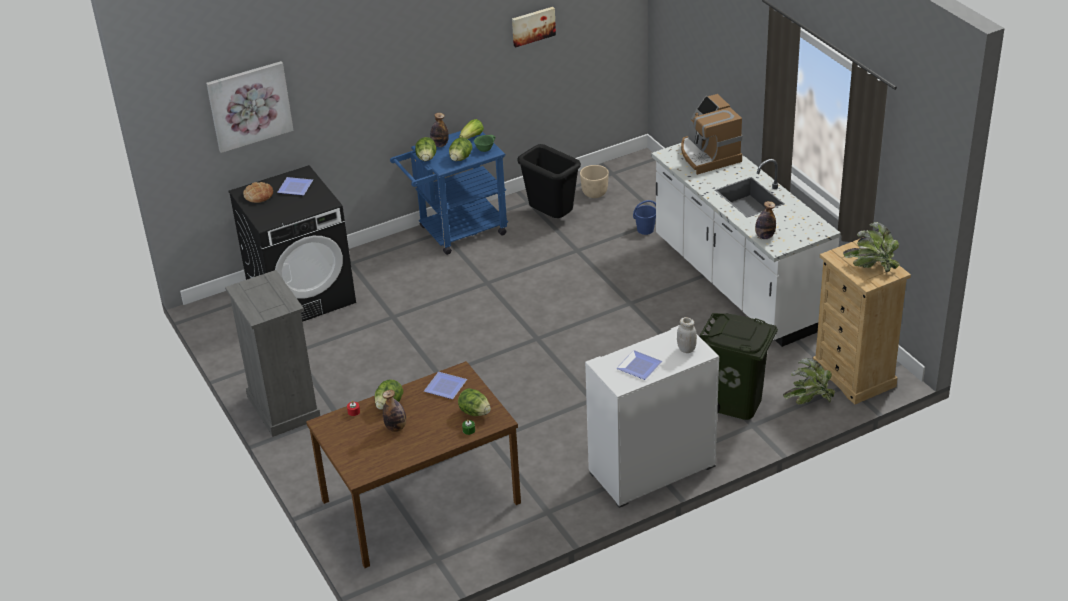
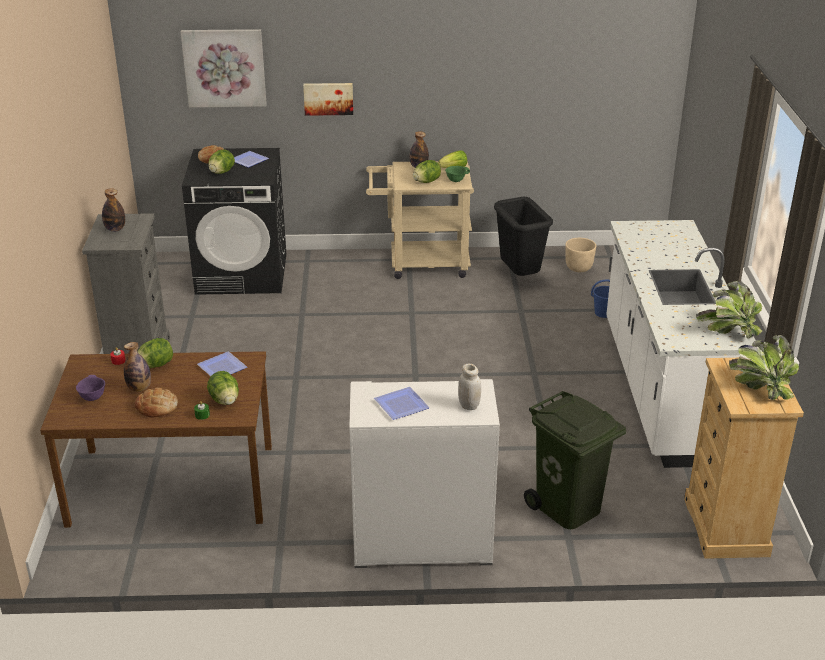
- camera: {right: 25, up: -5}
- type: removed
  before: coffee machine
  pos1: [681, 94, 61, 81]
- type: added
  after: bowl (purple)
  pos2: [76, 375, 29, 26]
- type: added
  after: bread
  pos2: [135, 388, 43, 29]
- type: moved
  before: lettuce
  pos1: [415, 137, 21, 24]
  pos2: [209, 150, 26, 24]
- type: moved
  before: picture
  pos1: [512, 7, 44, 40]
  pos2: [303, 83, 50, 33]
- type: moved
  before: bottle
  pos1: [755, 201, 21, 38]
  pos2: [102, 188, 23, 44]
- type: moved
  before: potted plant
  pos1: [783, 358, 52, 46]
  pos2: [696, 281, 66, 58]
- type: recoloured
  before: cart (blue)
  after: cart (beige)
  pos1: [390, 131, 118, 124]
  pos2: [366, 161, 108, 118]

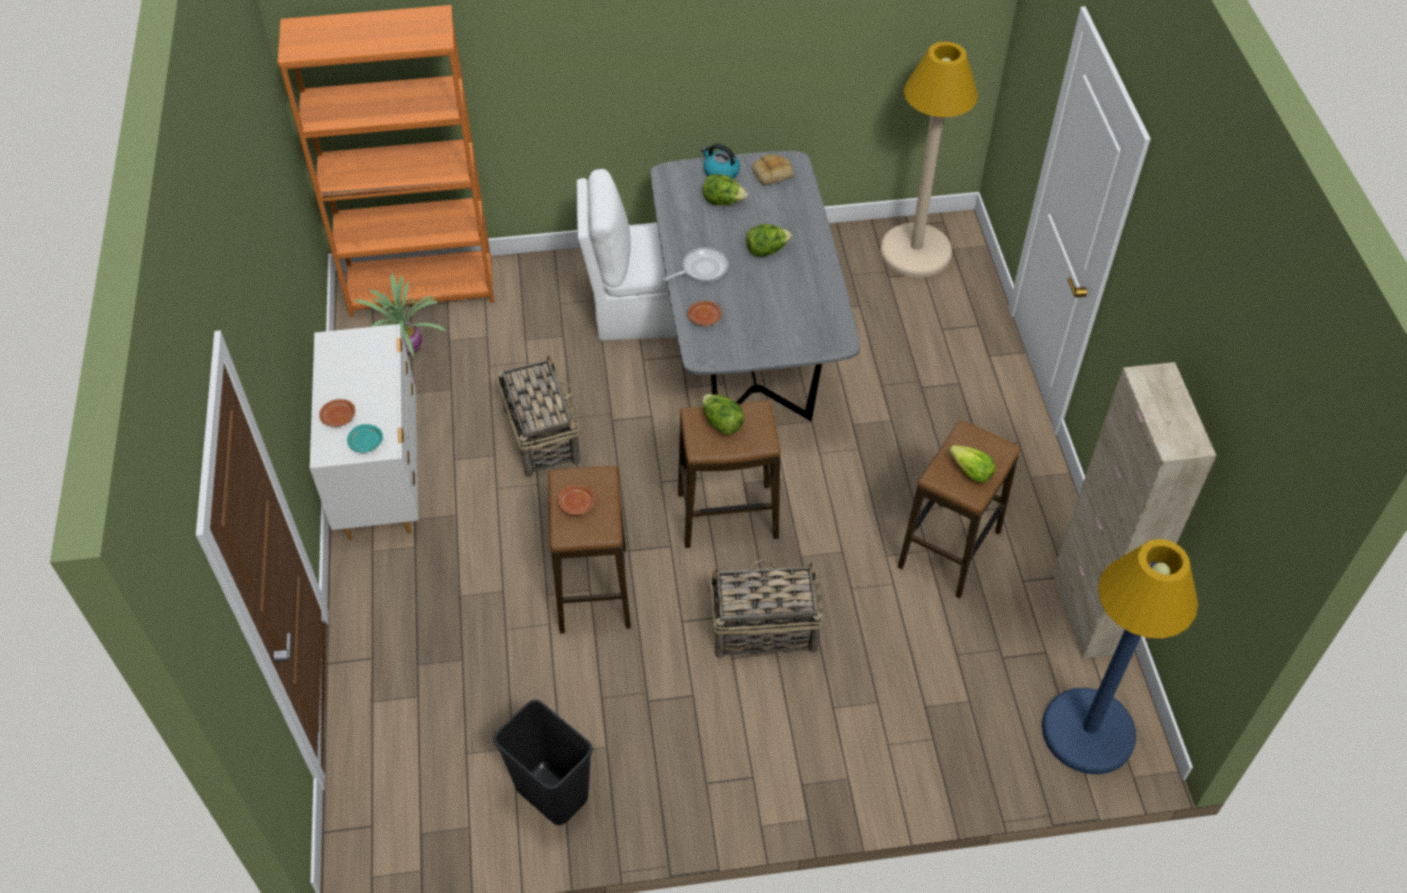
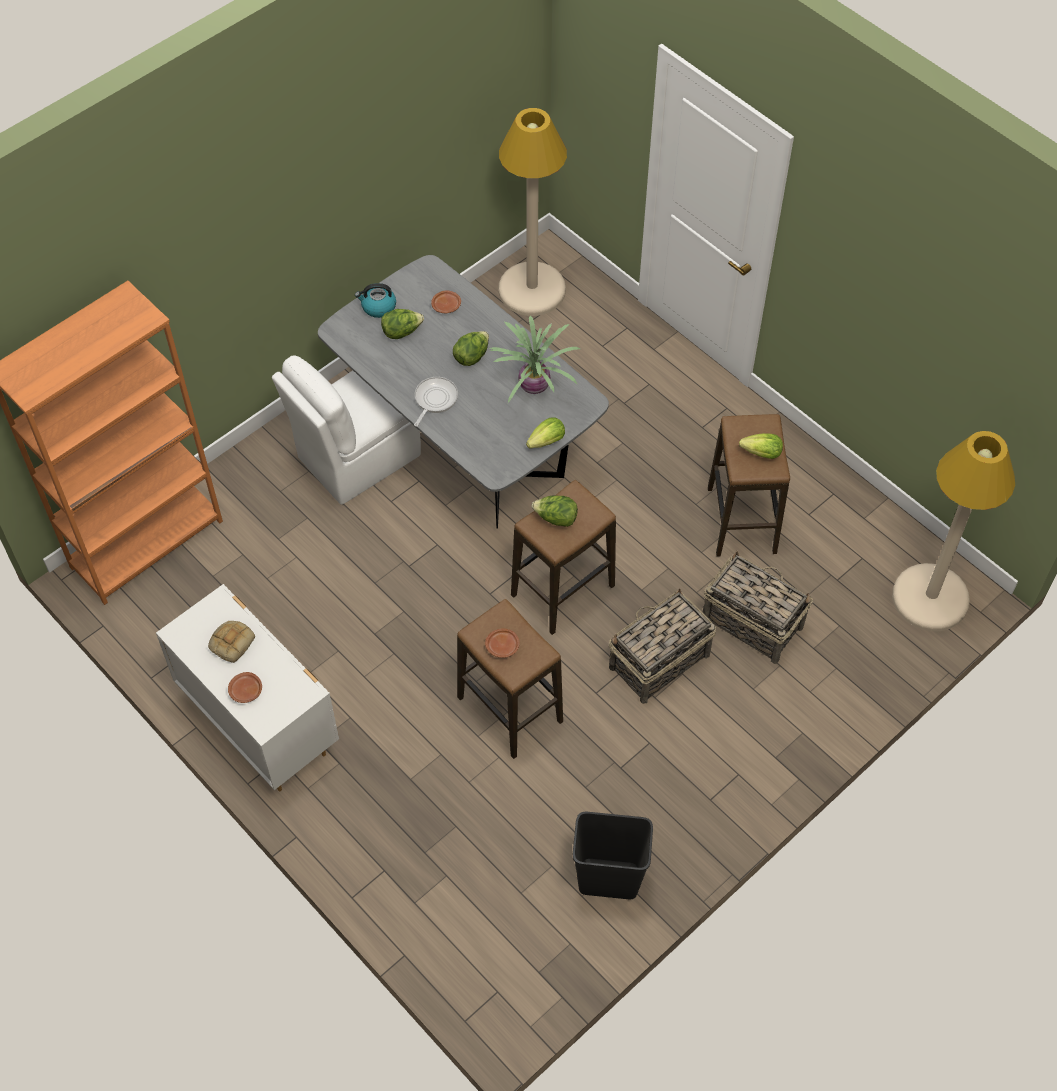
- camera: {right: -35, up: 5}
- type: removed
  before: plate (turquoise)
  pos1: [347, 424, 36, 29]
- type: removed
  before: cabinet (beige)
  pos1: [1052, 362, 165, 297]
- type: added
  after: lettuce
  pos2: [526, 417, 39, 32]
- type: moved
  before: potted plant
  pos1: [354, 274, 93, 84]
  pos2: [489, 316, 91, 87]
- type: moved
  before: basket
  pos1: [497, 354, 84, 123]
  pos2: [703, 551, 110, 113]
- type: moved
  before: plate (brown)
  pos1: [688, 301, 34, 25]
  pos2: [431, 290, 30, 23]
- type: moved
  before: bread
  pos1: [752, 154, 42, 32]
  pos2: [208, 621, 47, 42]
- type: recoloured
  before: floor lamp (blue)
  after: floor lamp (beige)
  pos1: [1042, 539, 156, 236]
  pos2: [892, 431, 123, 200]

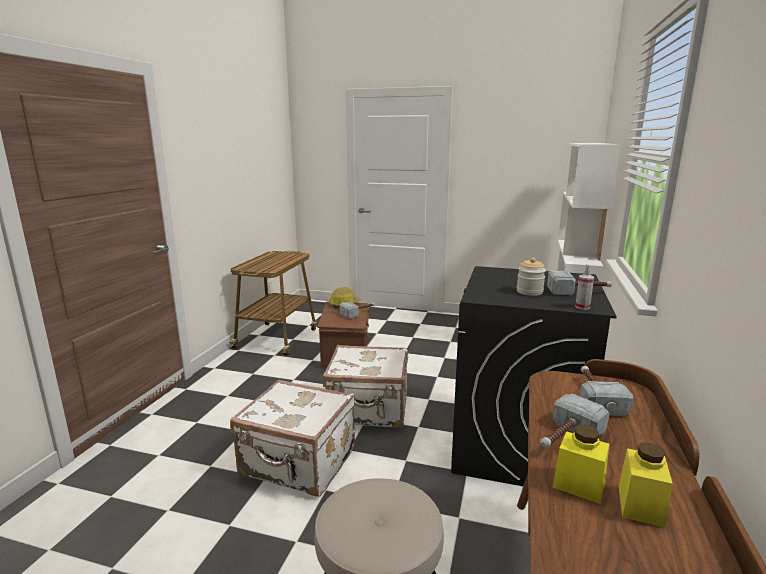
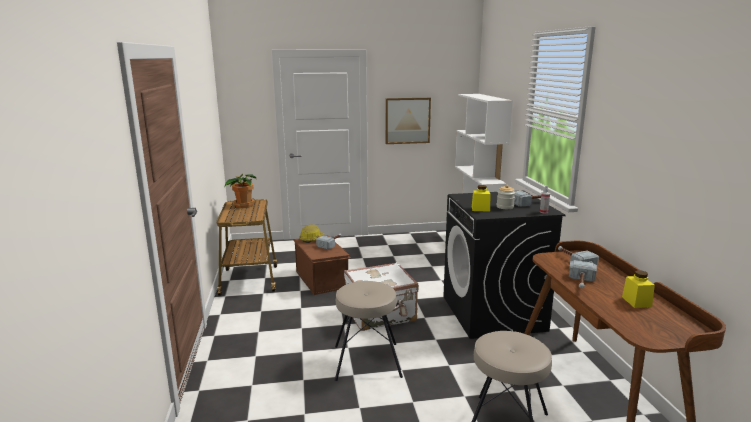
- camera: {right: -25, up: 0}
- type: added
  after: potted plant
  pos2: [224, 174, 32, 34]
- type: added
  after: picture
  pos2: [385, 98, 46, 46]
- type: moved
  before: jar (yellow)
  pos1: [552, 425, 57, 79]
  pos2: [472, 185, 19, 27]
- type: replaced
  before: suitcase (white)
  after: stool (beige)
  pos1: [230, 380, 125, 117]
  pos2: [335, 281, 68, 100]

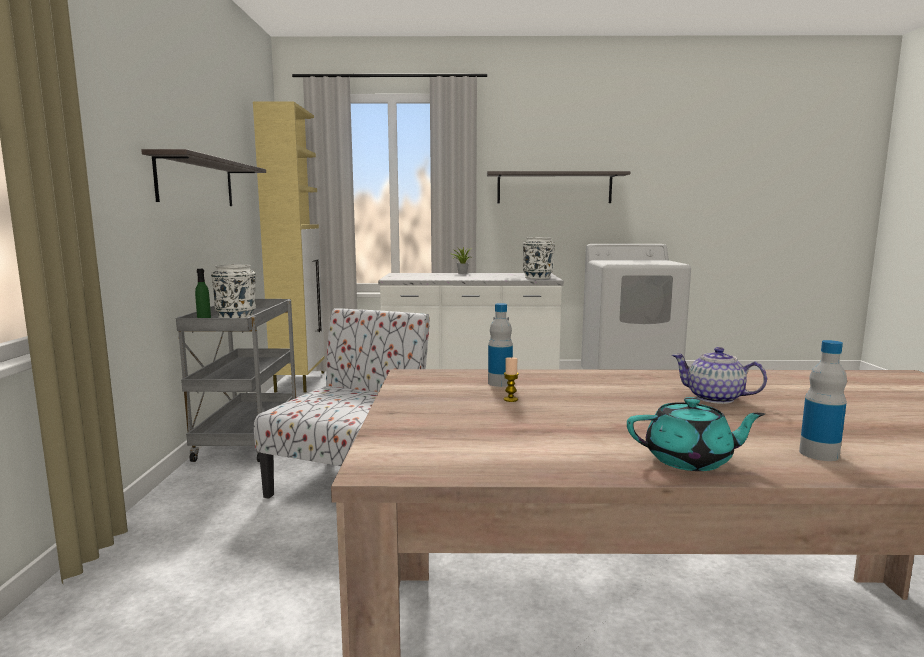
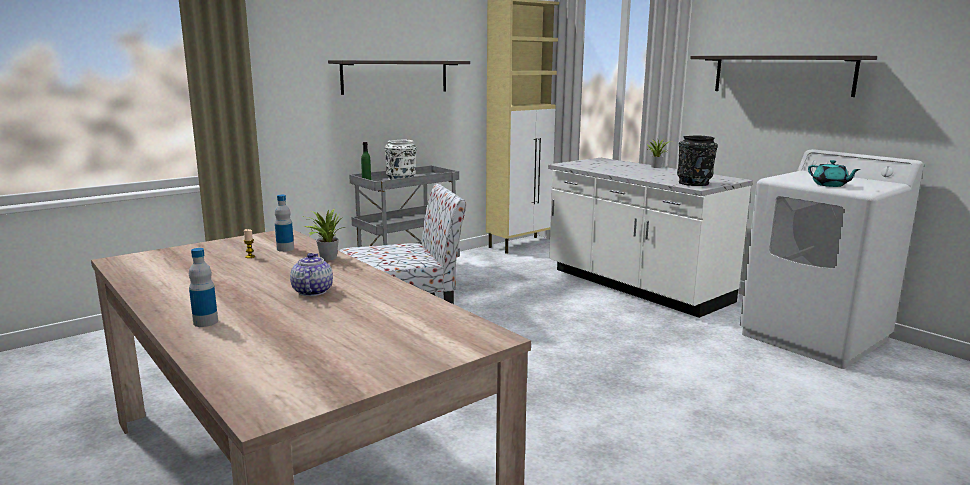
- camera: {right: 50, up: 5}
- type: added
  after: potted plant
  pos2: [304, 209, 42, 51]
- type: moved
  before: teapot (turquoise)
  pos1: [627, 397, 138, 74]
  pos2: [808, 160, 53, 27]
- type: recoloured
  before: vase (white)
  after: vase (black)
  pos1: [523, 237, 32, 42]
  pos2: [677, 135, 41, 51]

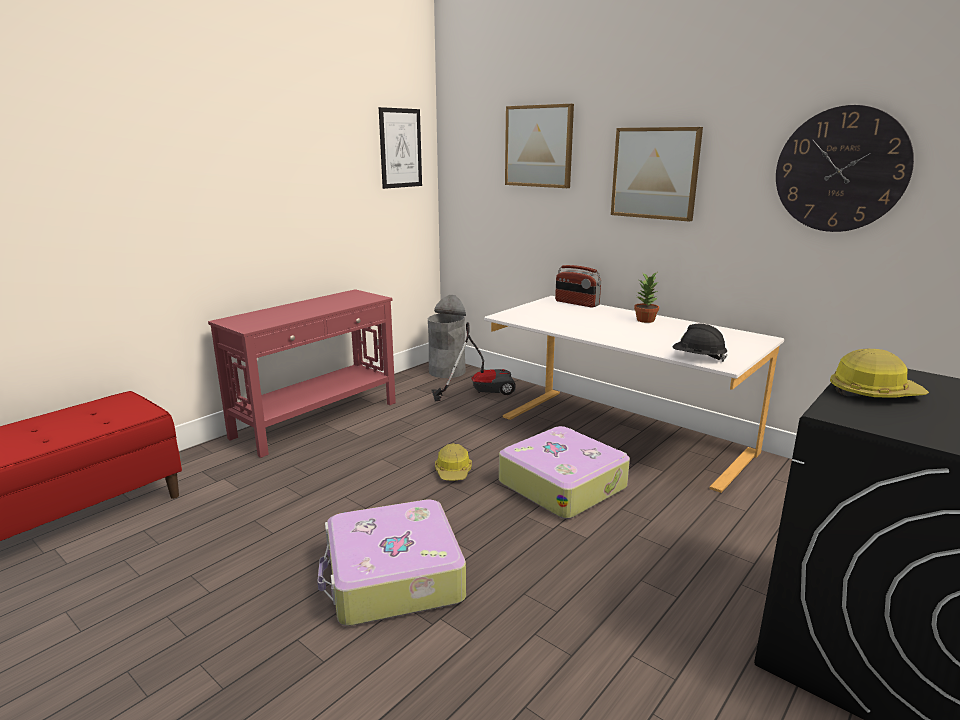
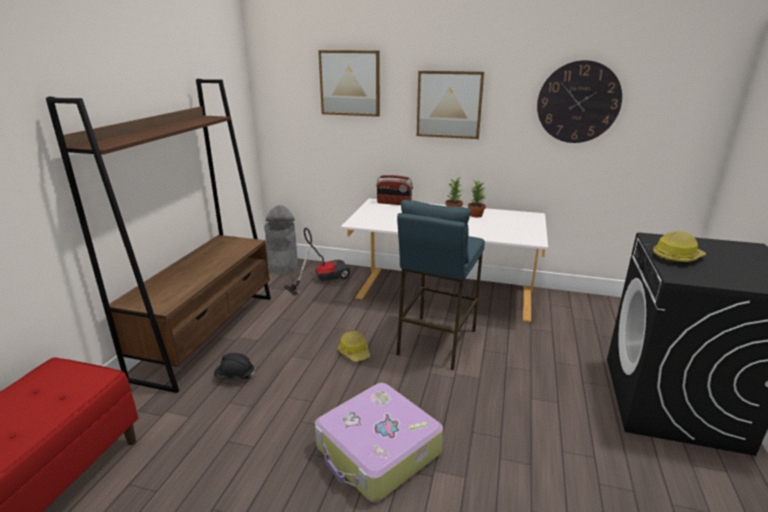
- camera: {right: -25, up: 5}
- type: removed
  before: picture
  pos1: [379, 107, 43, 82]
- type: added
  after: potted plant
  pos2: [468, 180, 18, 37]
- type: moved
  before: hard hat (black)
  pos1: [673, 324, 54, 38]
  pos2: [214, 353, 41, 27]
- type: replaced
  before: console table (red)
  after: bookcase (brown)
  pos1: [208, 289, 188, 169]
  pos2: [46, 79, 225, 314]
- type: replaced
  before: suitcase
  after: stool (blue)
  pos1: [499, 426, 131, 93]
  pos2: [396, 200, 89, 170]

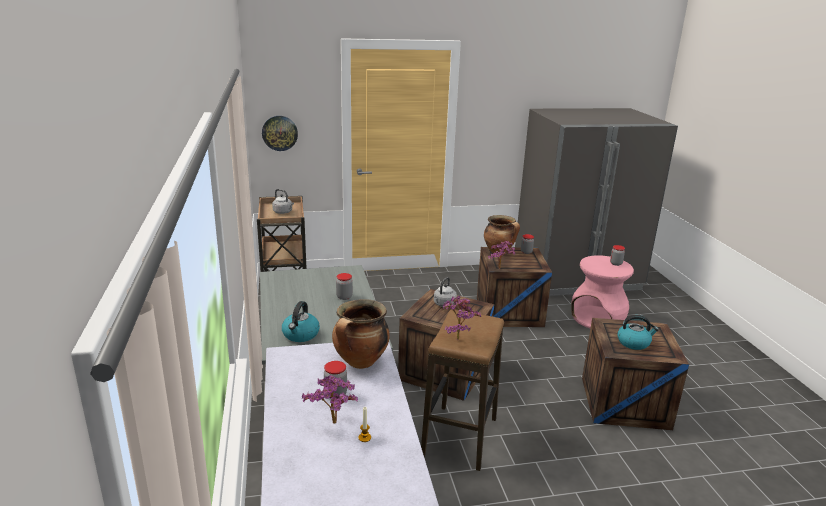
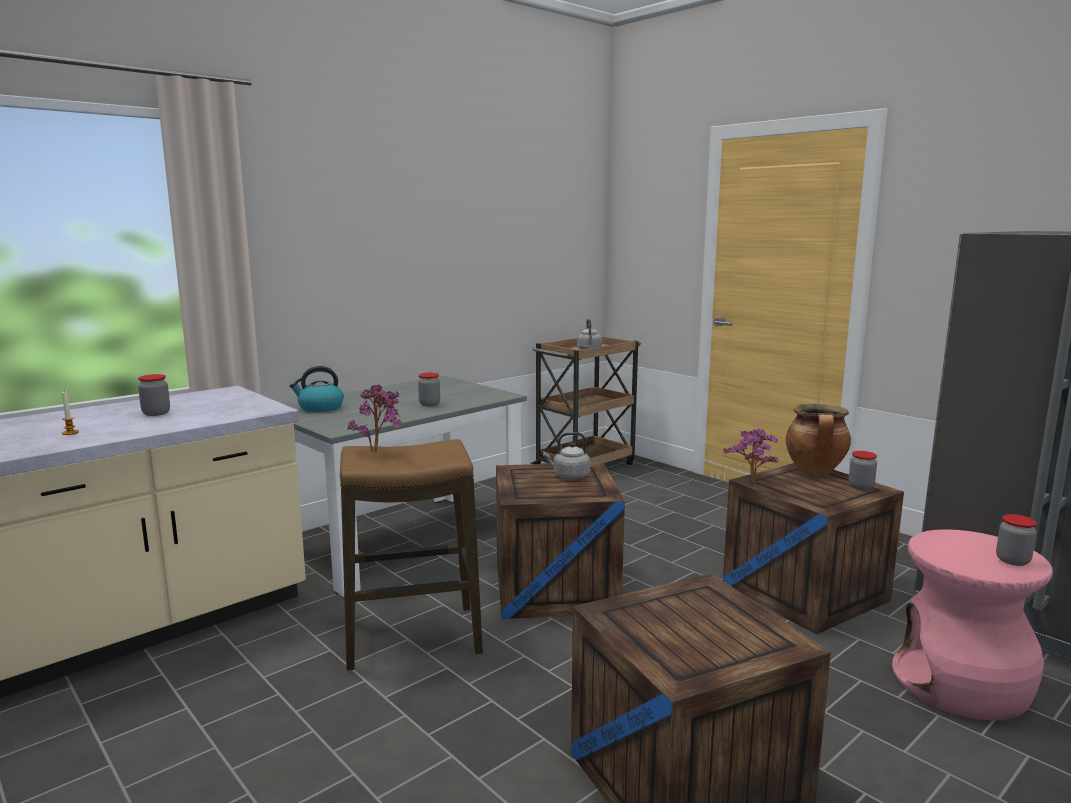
- camera: {right: 60, up: -10}
- type: removed
  before: wall clock
  pos1: [262, 116, 36, 35]
- type: removed
  before: potted plant
  pos1: [302, 375, 56, 49]
- type: removed
  before: cooking pot
  pos1: [332, 299, 58, 70]
- type: removed
  before: kettle
  pos1: [617, 315, 42, 35]

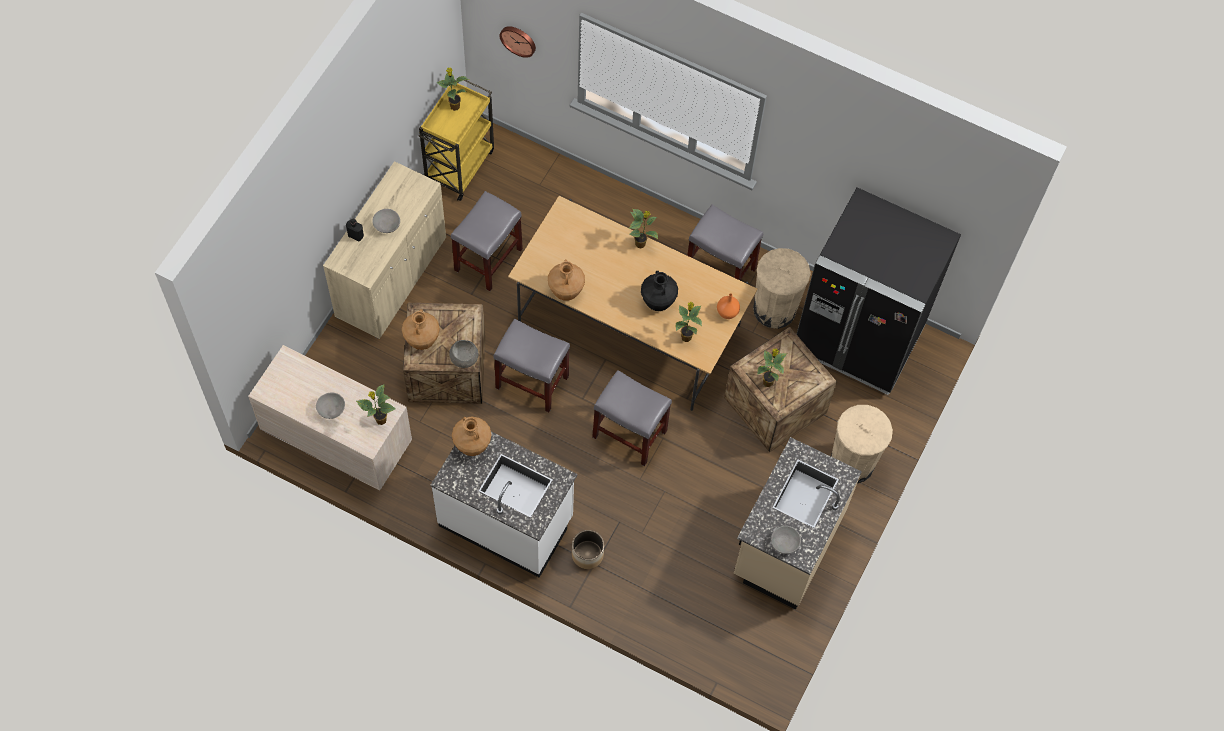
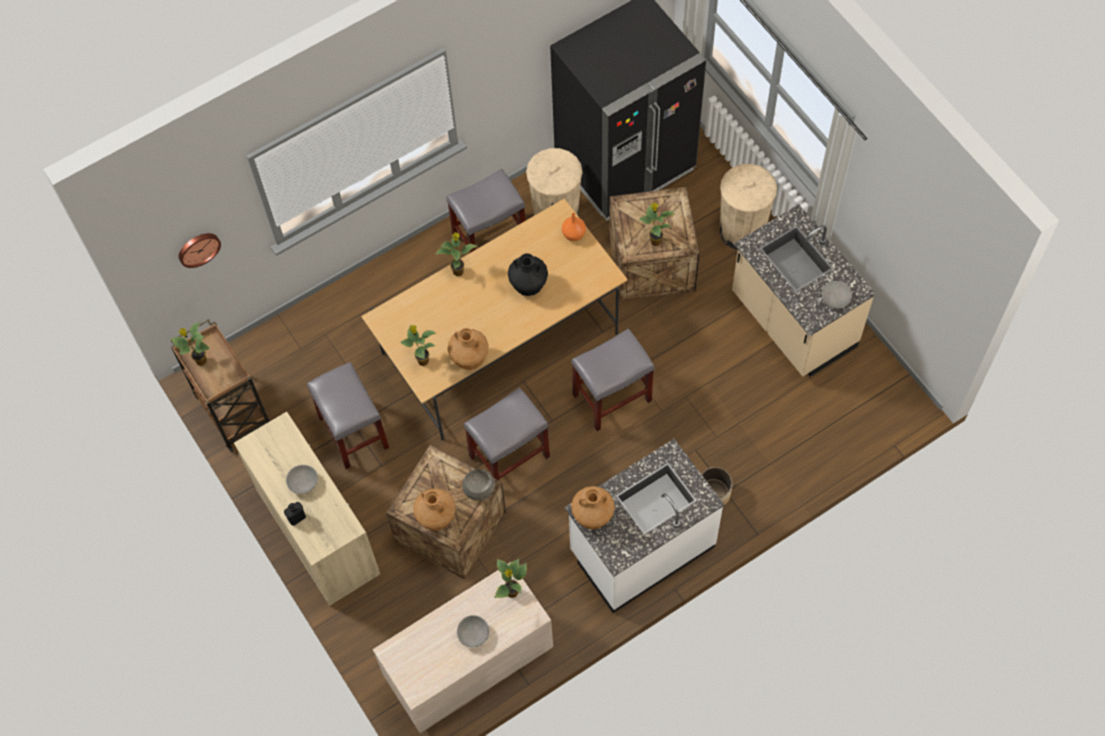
- camera: {right: -55, up: 0}
- type: moved
  before: potted plant
  pos1: [675, 302, 27, 40]
  pos2: [400, 324, 36, 42]
- type: recoloured
  before: cart (yellow)
  after: cart (brown)
  pos1: [418, 79, 76, 122]
  pos2: [170, 319, 100, 133]

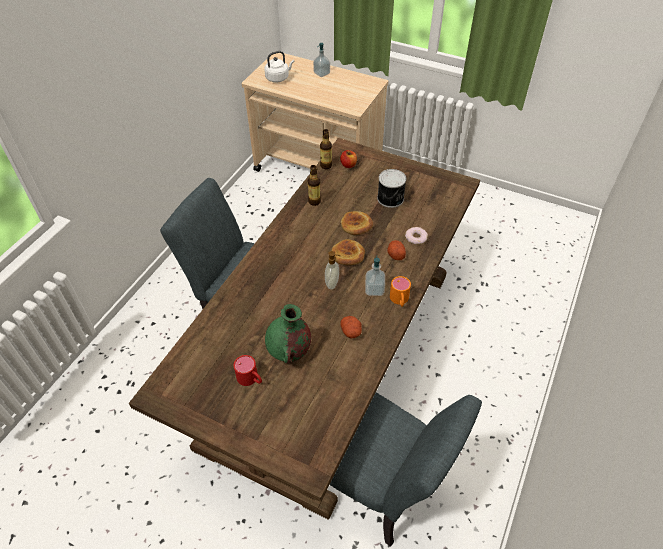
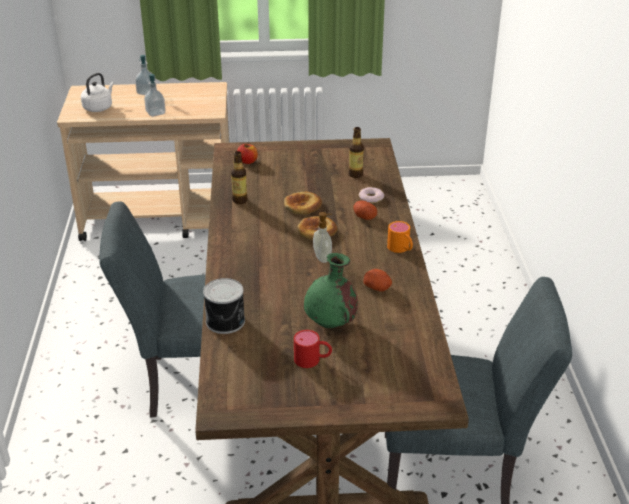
- camera: {right: -30, up: -15}
- type: moved
  before: bottle
  pos1: [320, 129, 12, 40]
  pos2: [349, 127, 15, 51]
- type: moved
  before: soap dispenser
  pos1: [365, 256, 20, 40]
  pos2: [144, 74, 22, 43]
- type: moved
  before: can
  pos1: [377, 169, 29, 39]
  pos2: [203, 278, 42, 56]

